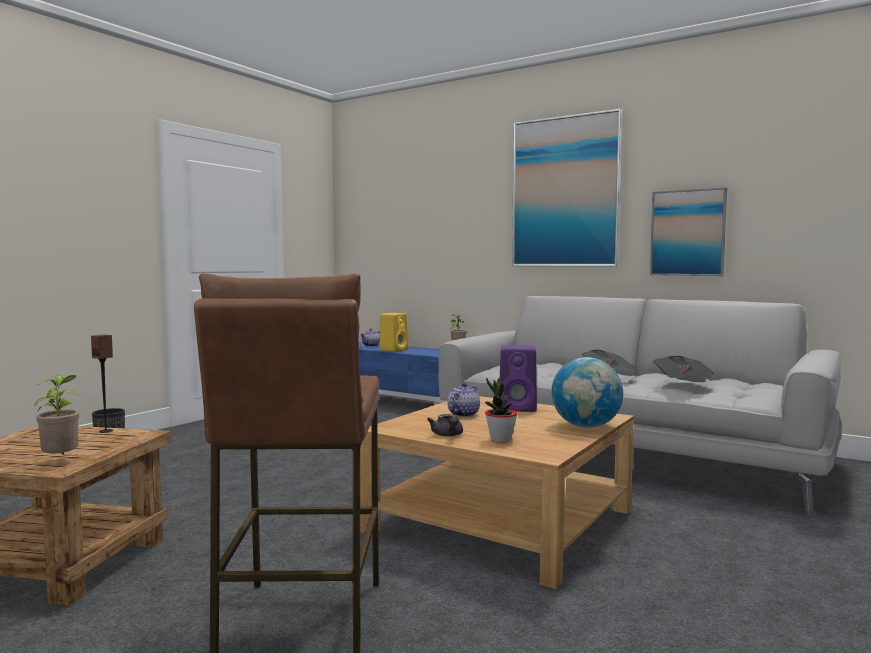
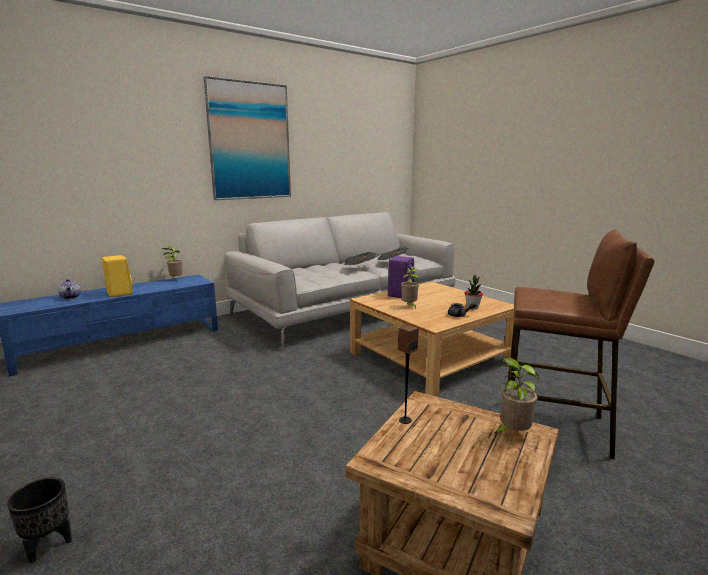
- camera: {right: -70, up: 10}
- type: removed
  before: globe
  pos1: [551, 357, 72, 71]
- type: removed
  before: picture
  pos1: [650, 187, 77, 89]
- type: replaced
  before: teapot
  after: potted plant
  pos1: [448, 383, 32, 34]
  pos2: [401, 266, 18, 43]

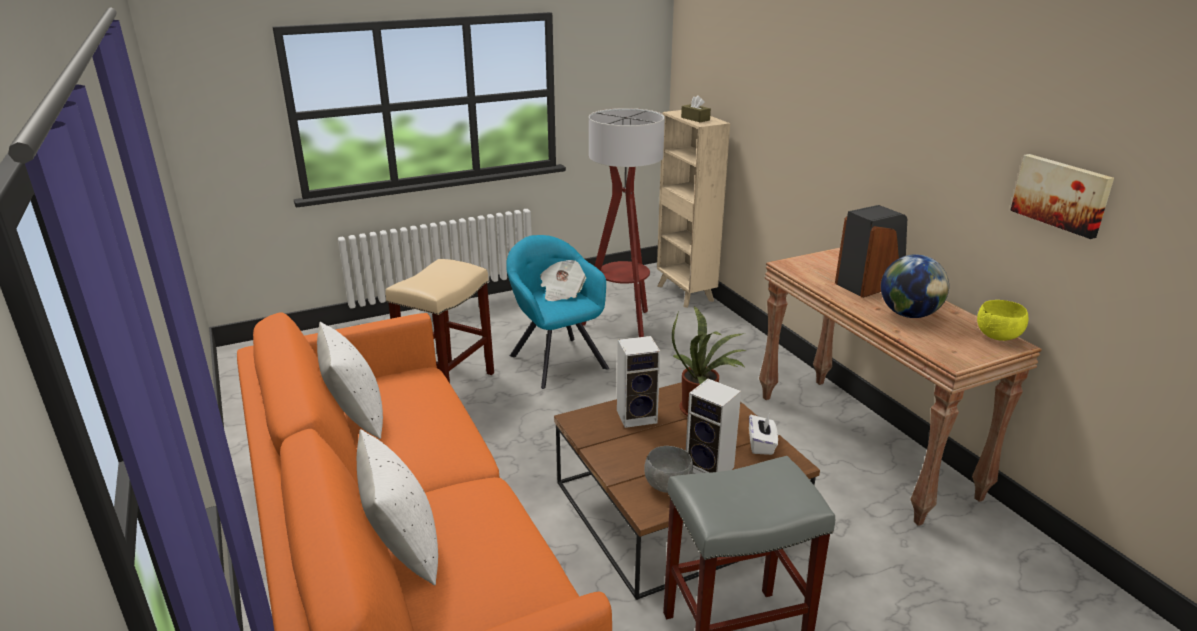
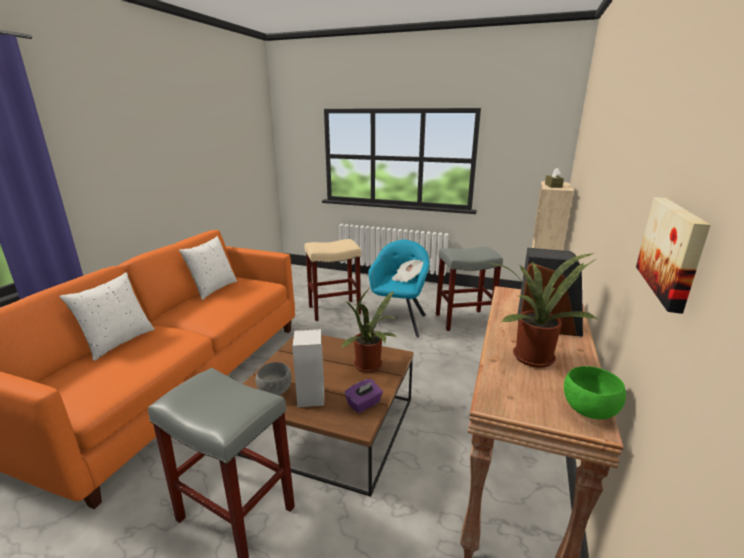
- camera: {right: 45, up: -5}
- type: removed
  before: speaker
  pos1: [617, 336, 43, 92]
- type: replaced
  before: floor lamp
  after: stool (grey)
  pos1: [582, 108, 83, 229]
  pos2: [436, 246, 67, 85]
- type: replaced
  before: globe
  after: potted plant
  pos1: [881, 254, 68, 64]
  pos2: [488, 253, 109, 115]
- type: recoloured
  before: tissue box (white)
  after: tissue box (purple)
  pos1: [749, 415, 29, 40]
  pos2: [345, 379, 38, 34]
- type: recoloured
  before: bowl (yellow)
  after: bowl (green)
  pos1: [977, 300, 51, 41]
  pos2: [564, 366, 62, 53]

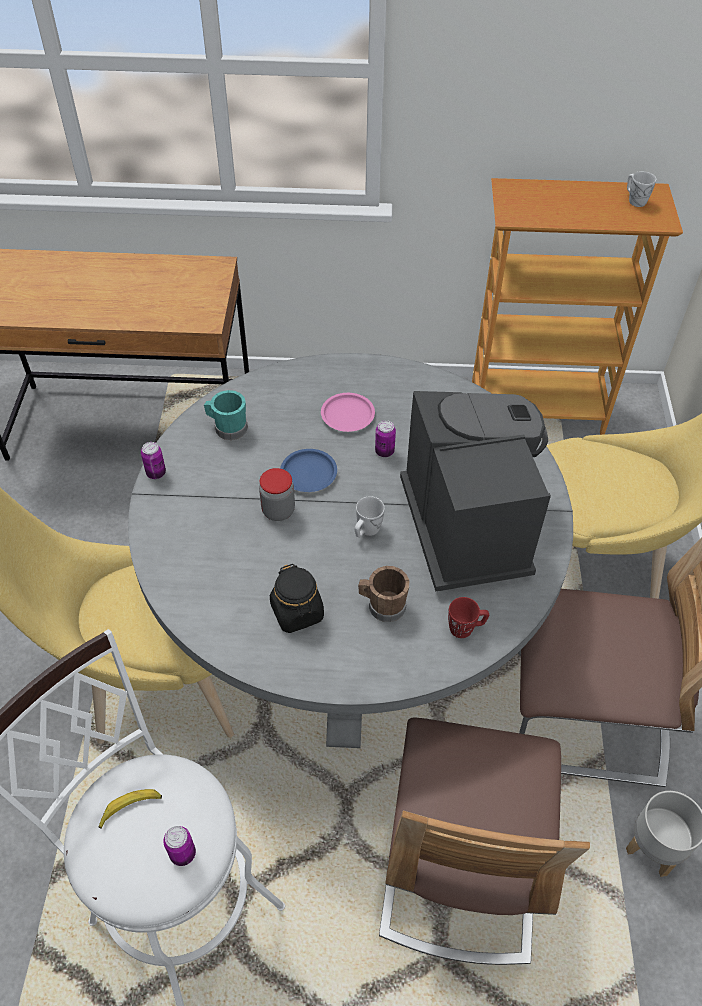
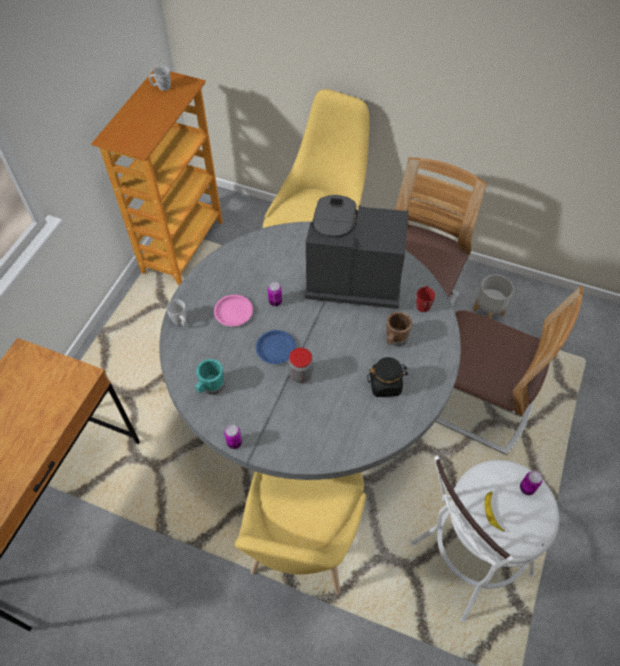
- camera: {right: -70, up: 5}
- type: moved
  before: mug (white)
  pos1: [354, 496, 31, 42]
  pos2: [166, 299, 20, 28]

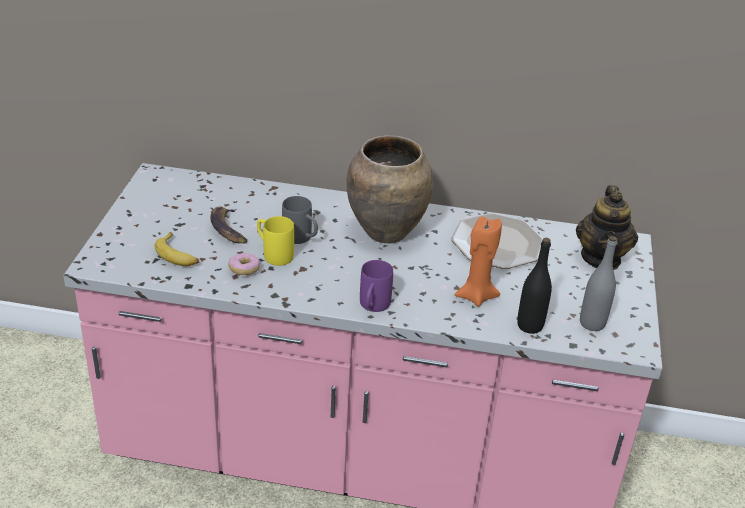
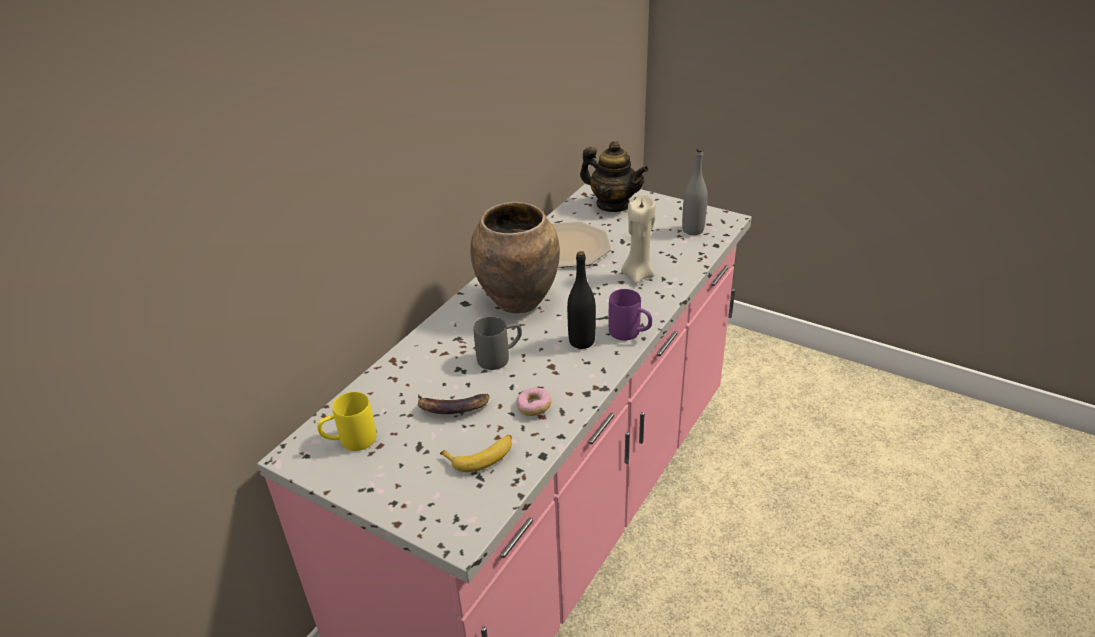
- camera: {right: -65, up: 0}
- type: moved
  before: mug (yellow)
  pos1: [257, 216, 37, 50]
  pos2: [317, 392, 59, 59]
- type: moved
  before: bottle (black)
  pos1: [517, 238, 35, 96]
  pos2: [567, 251, 29, 98]
- type: recoloured
  before: candle (orange)
  after: candle (beige)
  pos1: [455, 216, 47, 91]
  pos2: [621, 194, 35, 90]

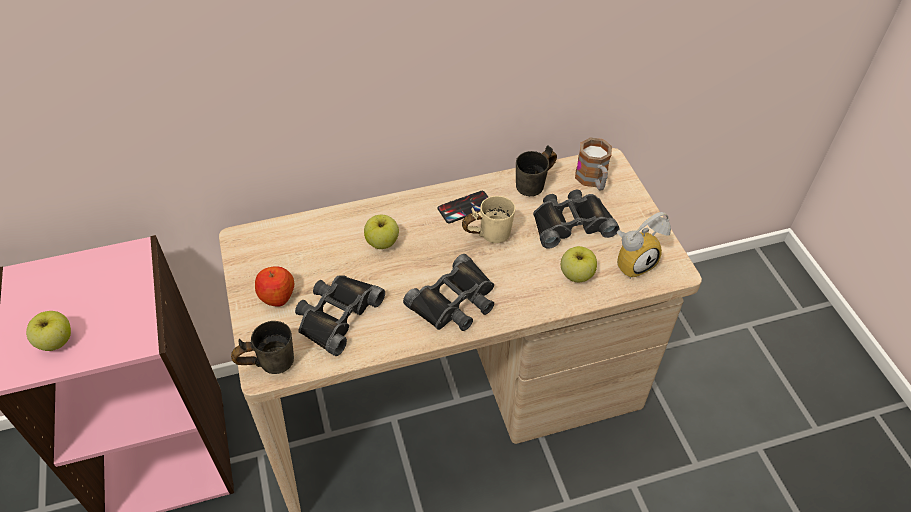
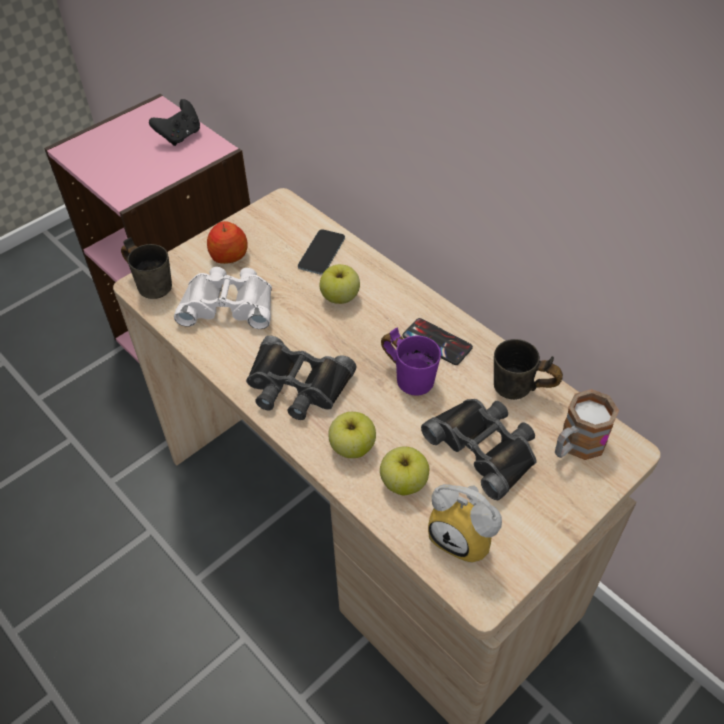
- camera: {right: 65, up: 0}
- type: added
  after: game controller (black)
  pos2: [149, 99, 51, 47]
- type: added
  after: phone
  pos2: [298, 229, 47, 46]
- type: moved
  before: apple
  pos1: [26, 311, 45, 40]
  pos2: [328, 412, 48, 46]
- type: recoloured
  before: binoculars (black)
  after: binoculars (white)
  pos1: [295, 275, 90, 81]
  pos2: [174, 267, 98, 62]
- type: recoloured
  before: mug (beige)
  after: mug (purple)
  pos1: [462, 196, 53, 47]
  pos2: [381, 327, 60, 69]

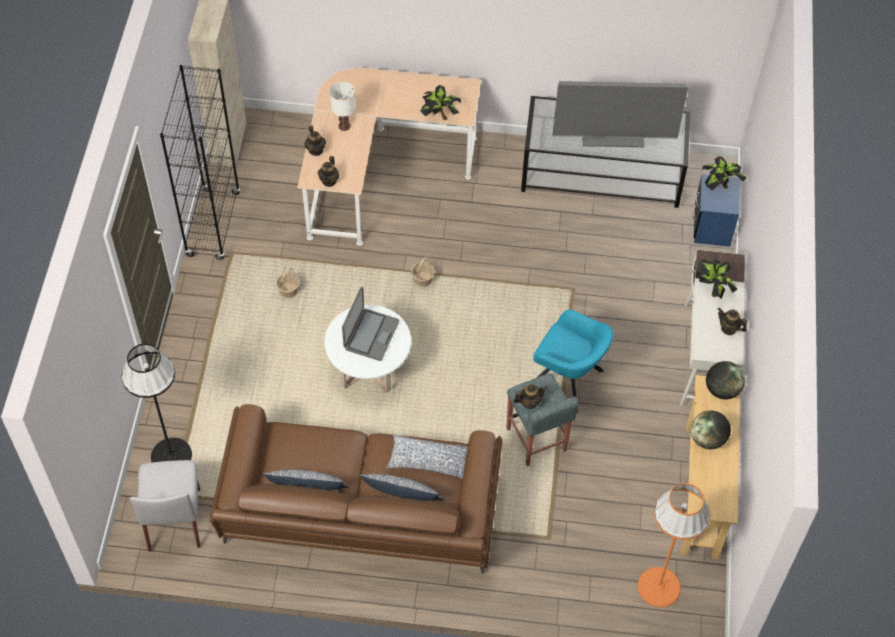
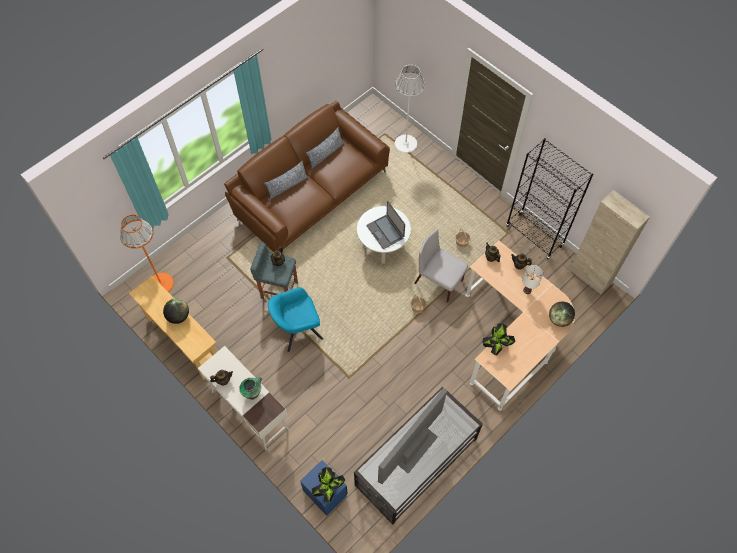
- camera: {right: 130, up: 5}
- type: removed
  before: pillow
  pos1: [387, 435, 81, 44]
- type: moved
  before: chair (grey)
  pos1: [130, 460, 70, 92]
  pos2: [414, 229, 54, 74]
- type: moved
  before: globe
  pos1: [706, 361, 39, 38]
  pos2: [549, 302, 26, 25]
- type: replaced
  before: potted plant
  after: vase
  pos1: [696, 259, 41, 40]
  pos2: [239, 377, 23, 23]
- type: recoloured
  before: floor lamp (black)
  after: floor lamp (white)
  pos1: [122, 344, 70, 118]
  pos2: [395, 65, 30, 88]

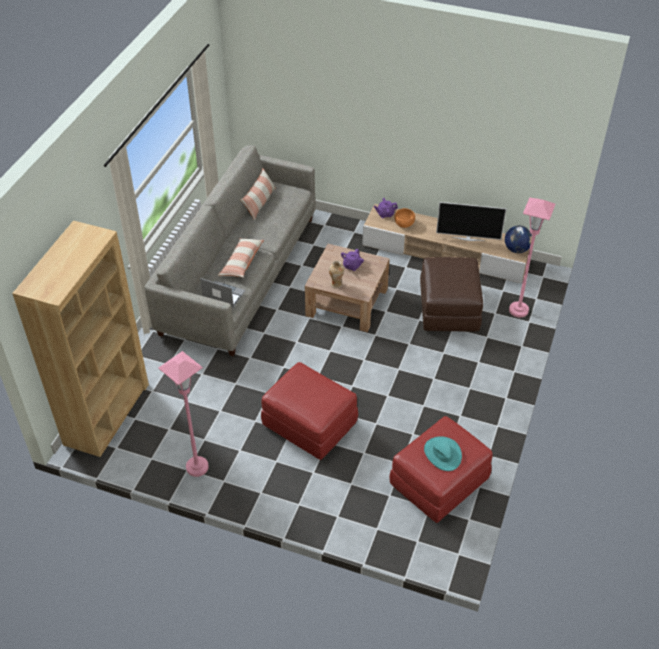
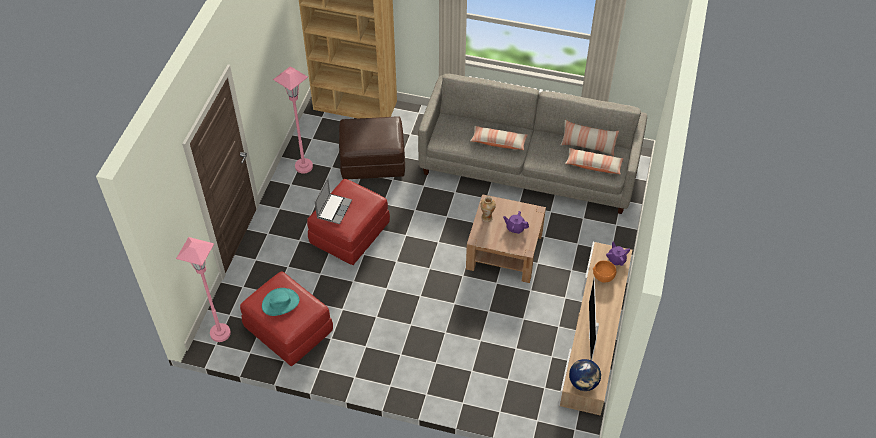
- camera: {right: 85, up: 5}
- type: added
  after: pillow
  pos2: [565, 148, 58, 26]
- type: moved
  before: laptop
  pos1: [200, 278, 45, 30]
  pos2: [315, 178, 37, 46]
- type: moved
  before: ottoman (brown)
  pos1: [420, 257, 63, 75]
  pos2: [339, 116, 66, 63]
- type: moved
  before: floor lamp (pink)
  pos1: [509, 198, 46, 119]
  pos2: [176, 237, 55, 105]

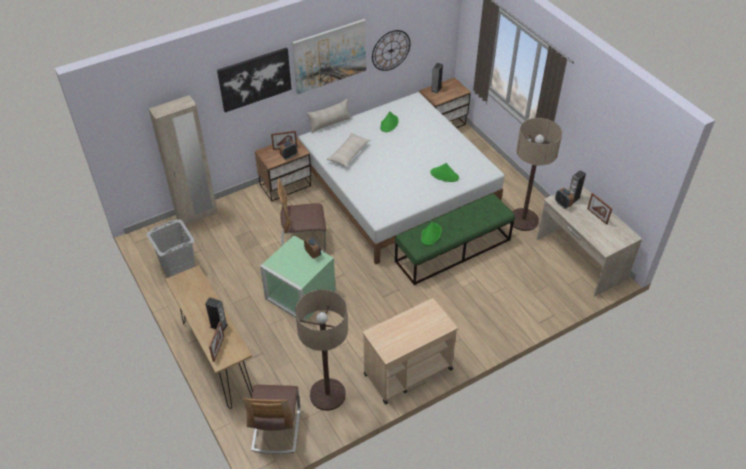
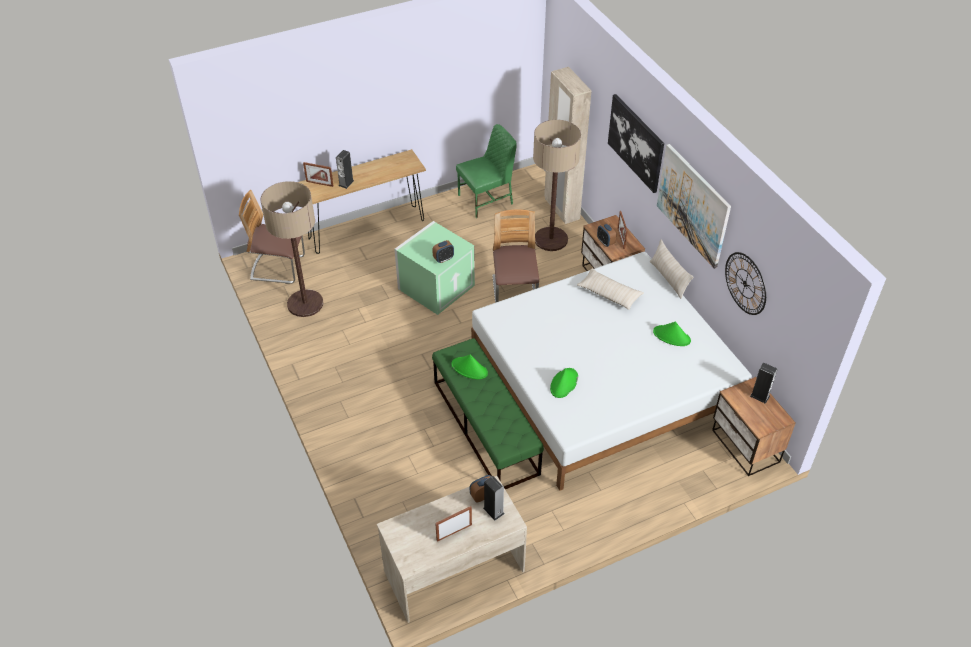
- camera: {right: 95, up: 0}
- type: removed
  before: cart (beige)
  pos1: [363, 298, 95, 106]
- type: moved
  before: floor lamp
  pos1: [510, 118, 52, 113]
  pos2: [533, 120, 48, 131]
- type: replaced
  before: laundry basket (grey)
  after: chair (green)
  pos1: [146, 219, 49, 59]
  pos2: [456, 124, 61, 94]

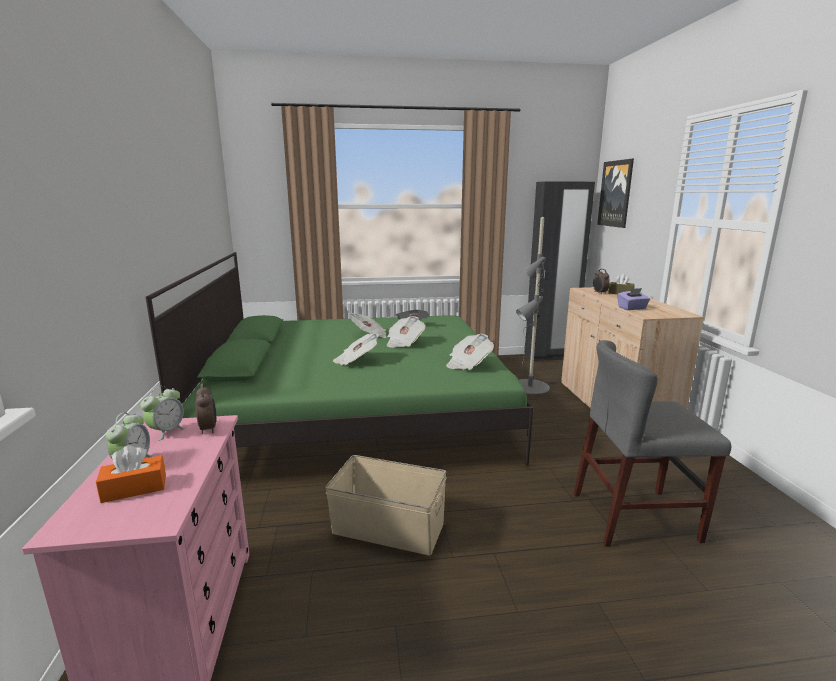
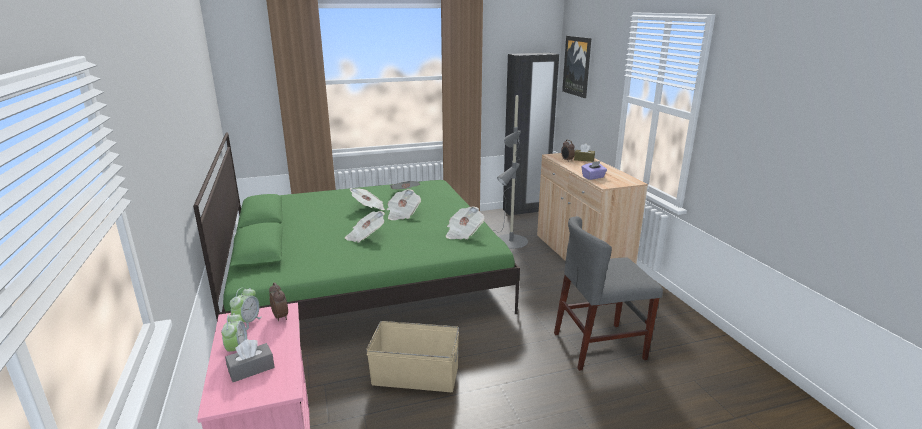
- camera: {right: -10, up: 5}
- type: recoloured
  before: tissue box (orange)
  after: tissue box (grey)
  pos1: [96, 445, 70, 58]
  pos2: [225, 339, 50, 43]

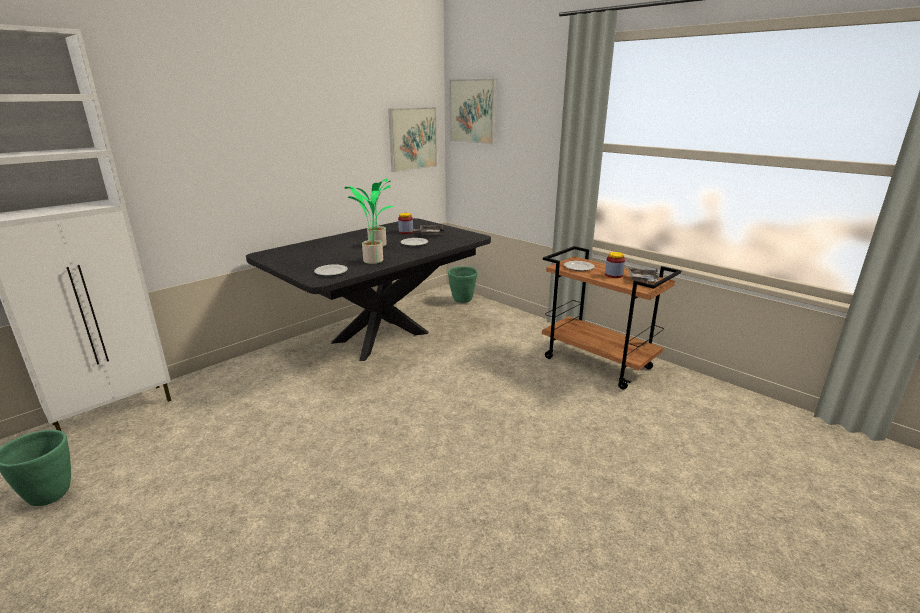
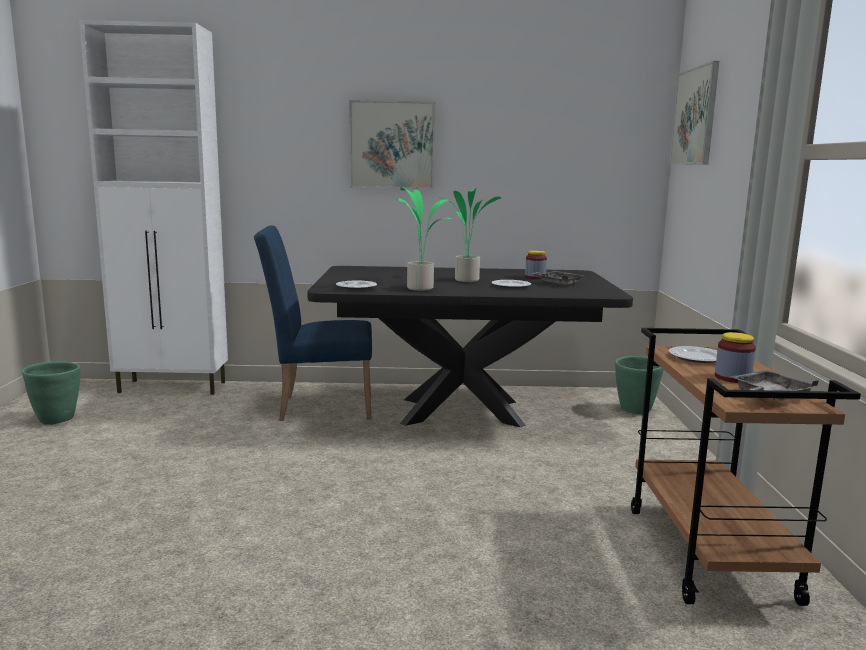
- camera: {right: 45, up: -10}
- type: added
  after: chair (blue)
  pos2: [254, 226, 118, 195]
- type: moved
  before: picture
  pos1: [388, 107, 49, 65]
  pos2: [349, 100, 87, 90]

